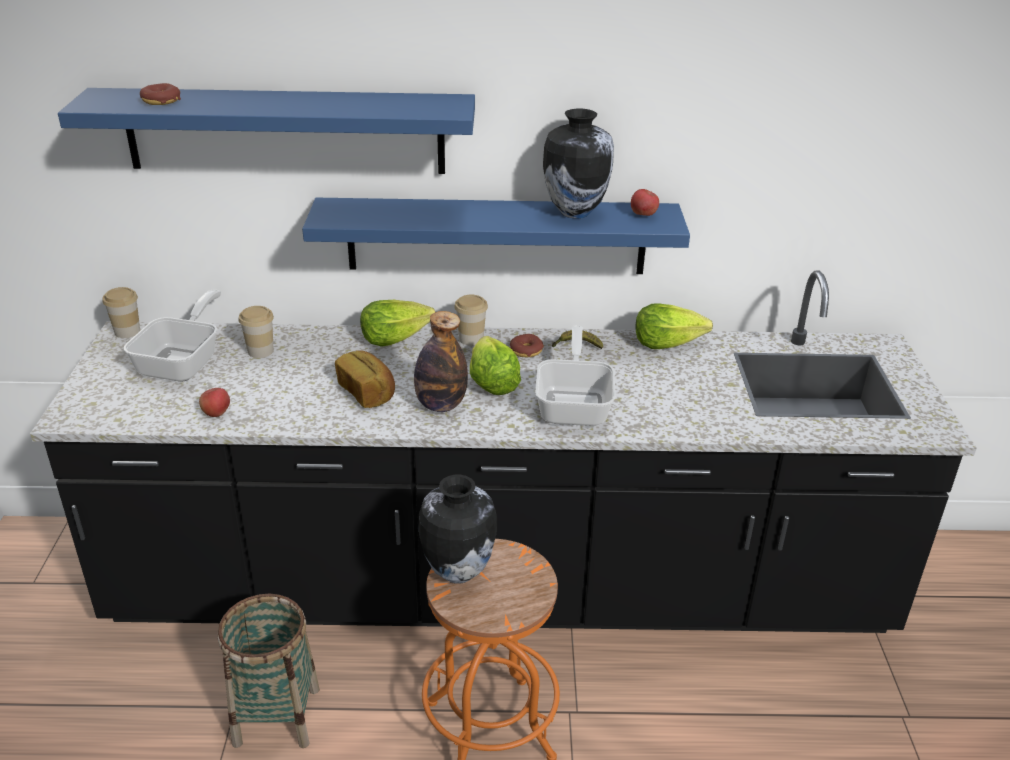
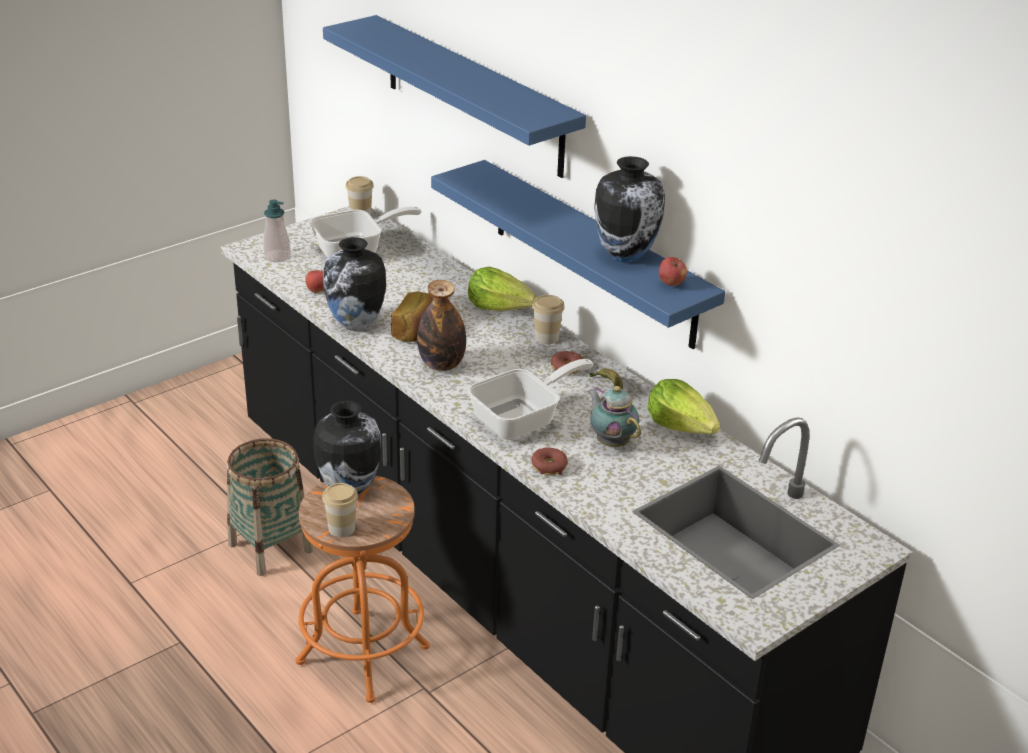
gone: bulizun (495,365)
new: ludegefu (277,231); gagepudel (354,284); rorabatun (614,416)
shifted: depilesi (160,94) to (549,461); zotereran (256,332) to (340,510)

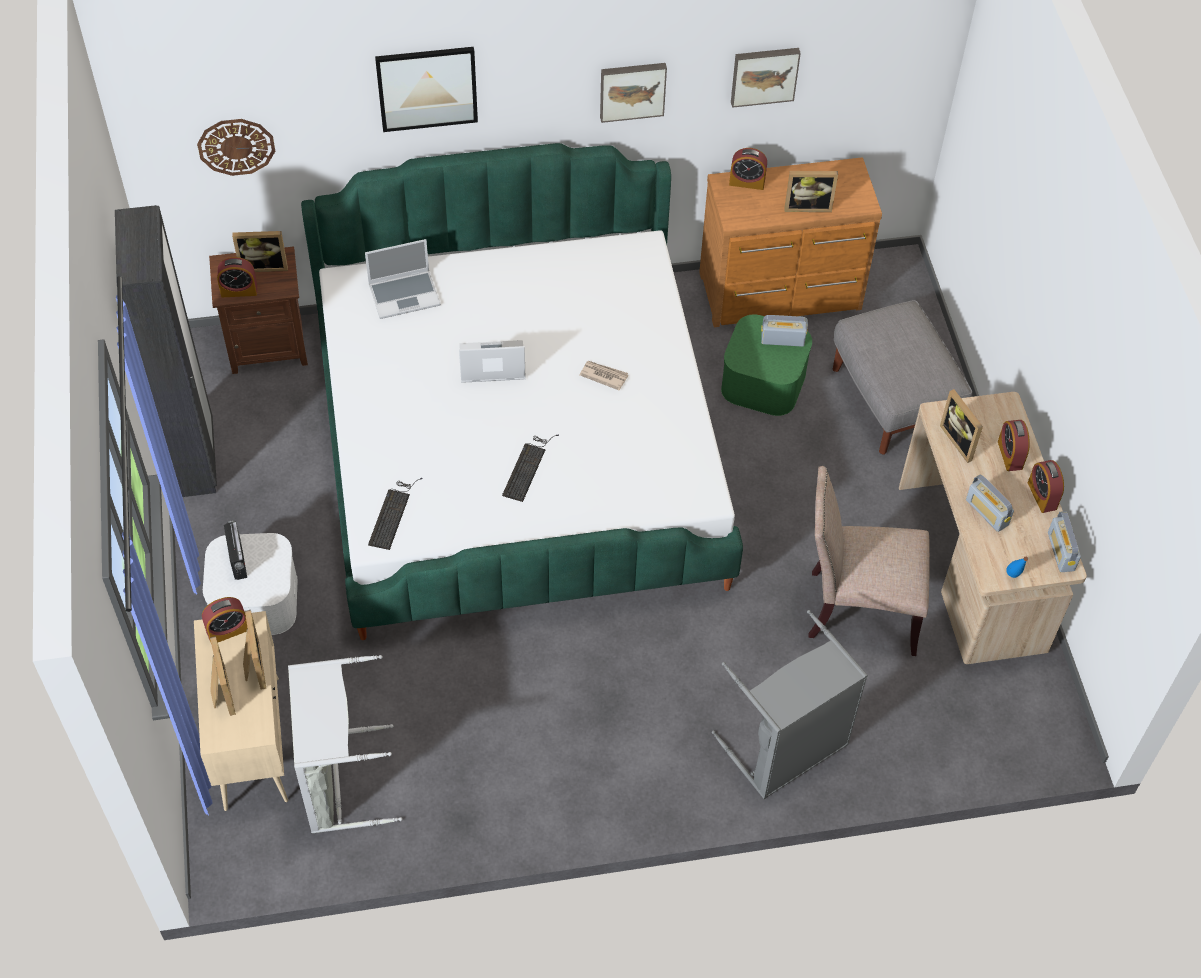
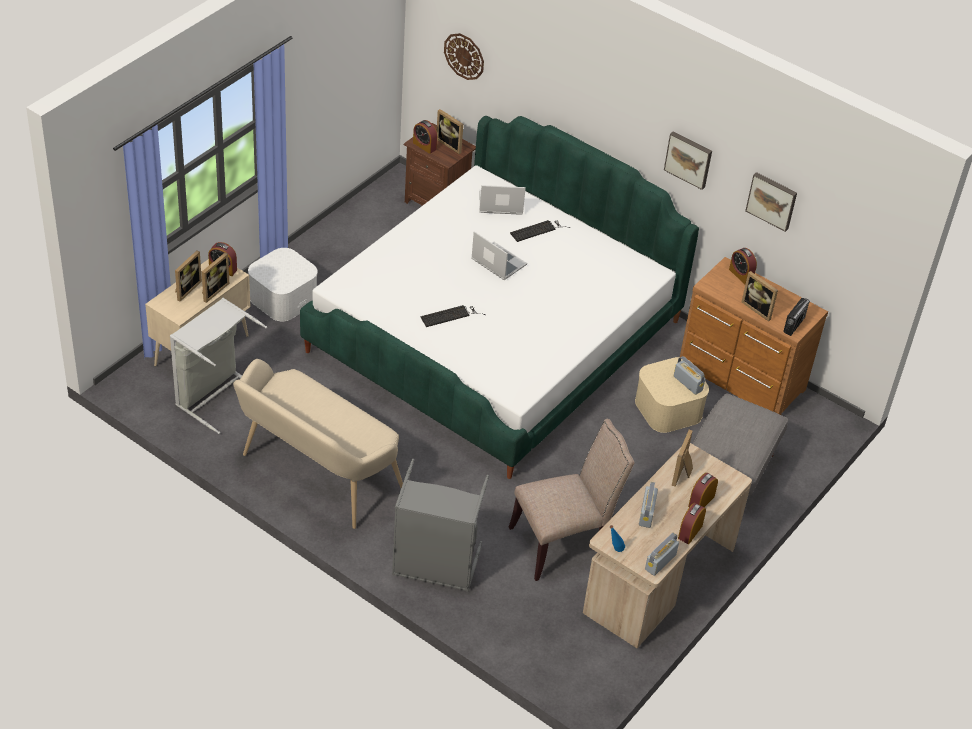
gone: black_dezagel (166,351); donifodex (426,89); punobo (603,376)
new: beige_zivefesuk (318,444)
shifted: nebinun (235,550) to (796,317); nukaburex (395,514) to (540,231)
repainted: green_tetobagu (766,365) to beige_tetobagu (672,395)
rotated: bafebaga (403,279) = (502,200) 150 degrees clockwise; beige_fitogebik (869,561) = (571,500) 105 degrees clockwise

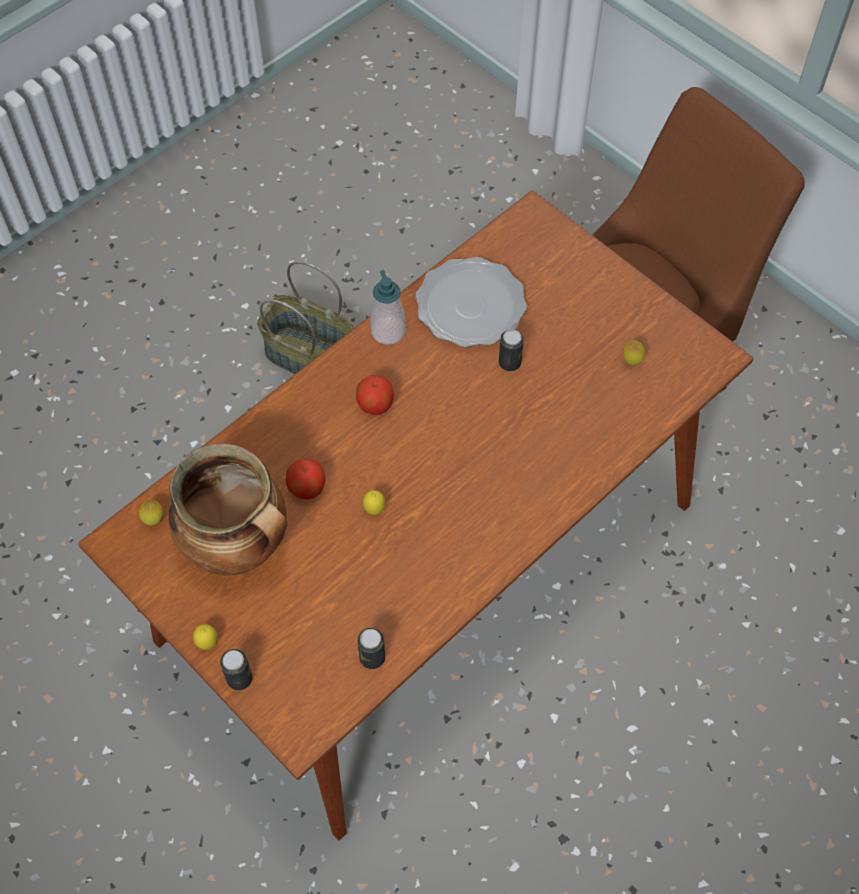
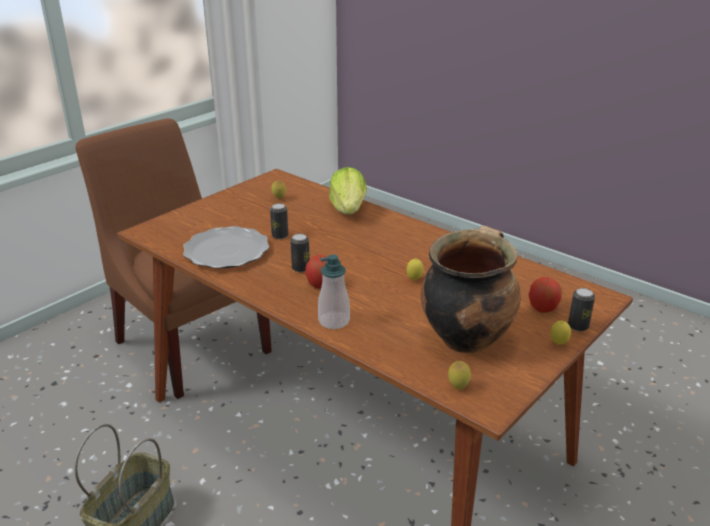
new: bulizun (348,190)
shifted: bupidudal (305,478) to (545,295); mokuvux (371,648) to (300,253); ludegefu (388,307) to (334,291)

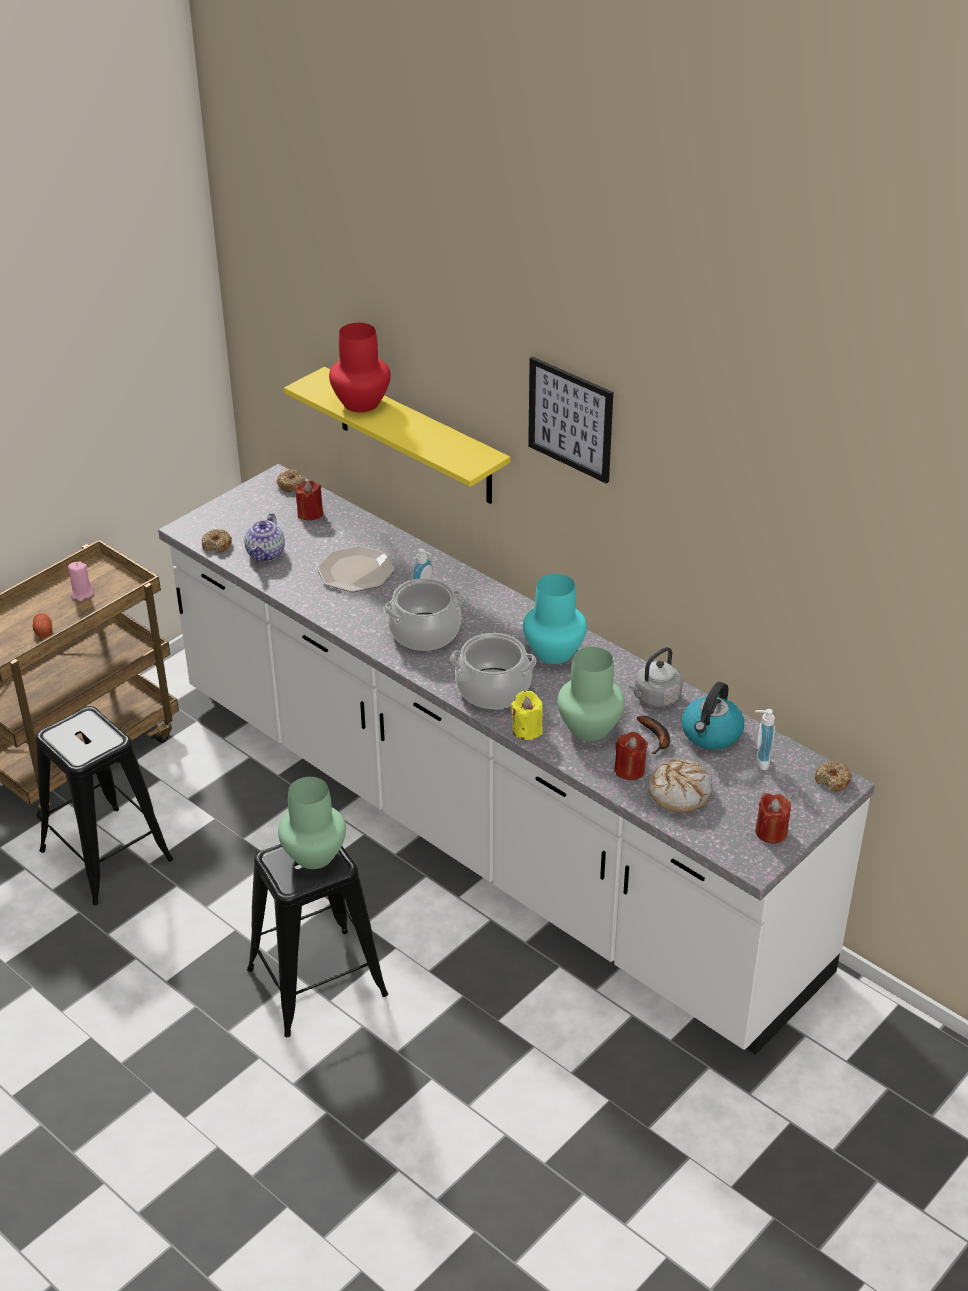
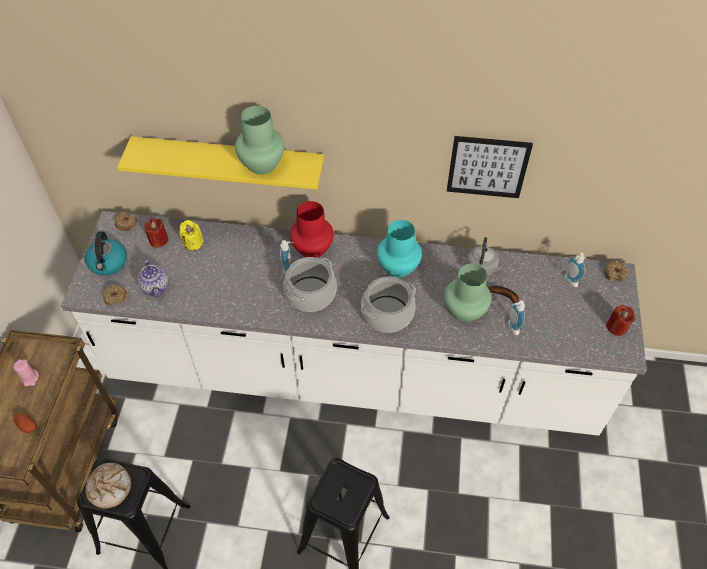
gone: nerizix (356,569)
shifted: green_gagepudel (312,823) to (259,140); red_gagepudel (360,368) to (312,229); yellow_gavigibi (527,715) to (191,235); donifodex (570,420) to (490,167); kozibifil (680,786) to (108,486); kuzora (712,716) to (106,253)
swapped: red_gavigibi (631,756) to ludegefu (516,317)

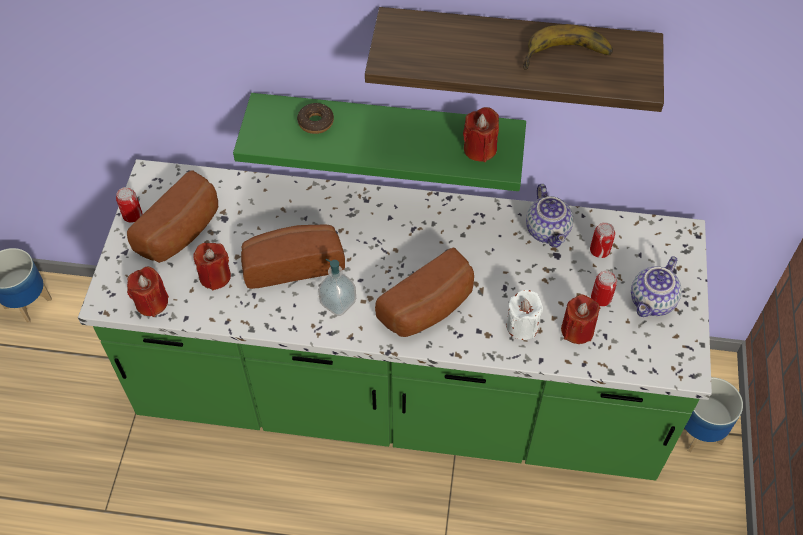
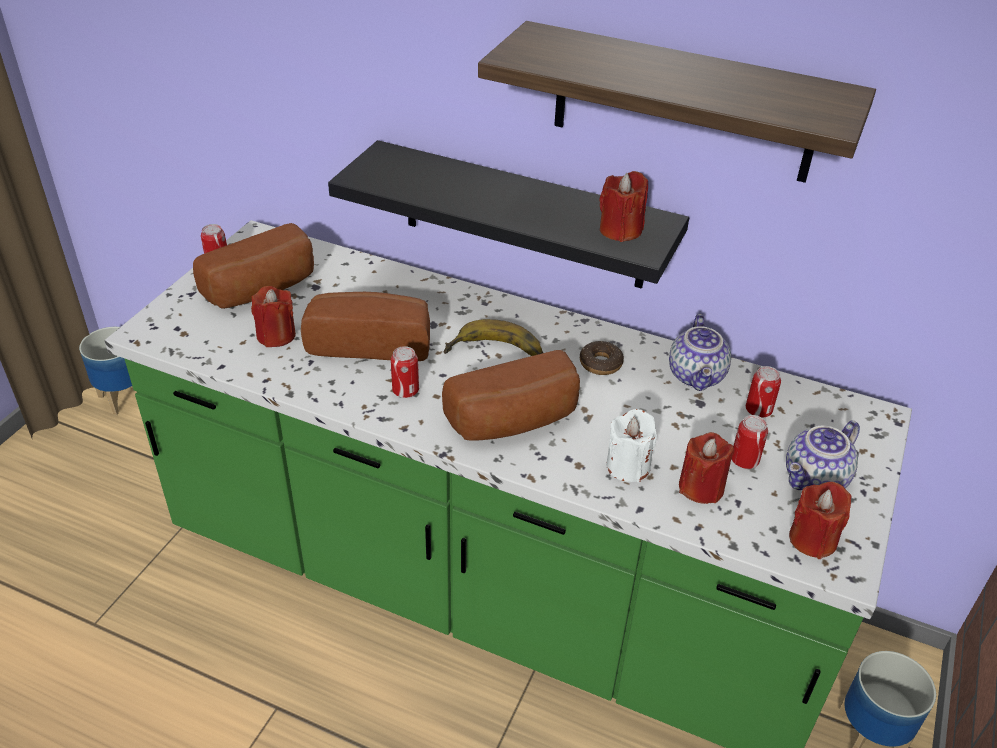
shifted: red_gavigibi (148,292) to (820,520); depilesi (315,118) to (602,358); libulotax (568,47) to (493,337)
swapped: ludegefu (337,287) to mokuvux (405,372)
repainted: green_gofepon (379,142) to black_gofepon (508,214)

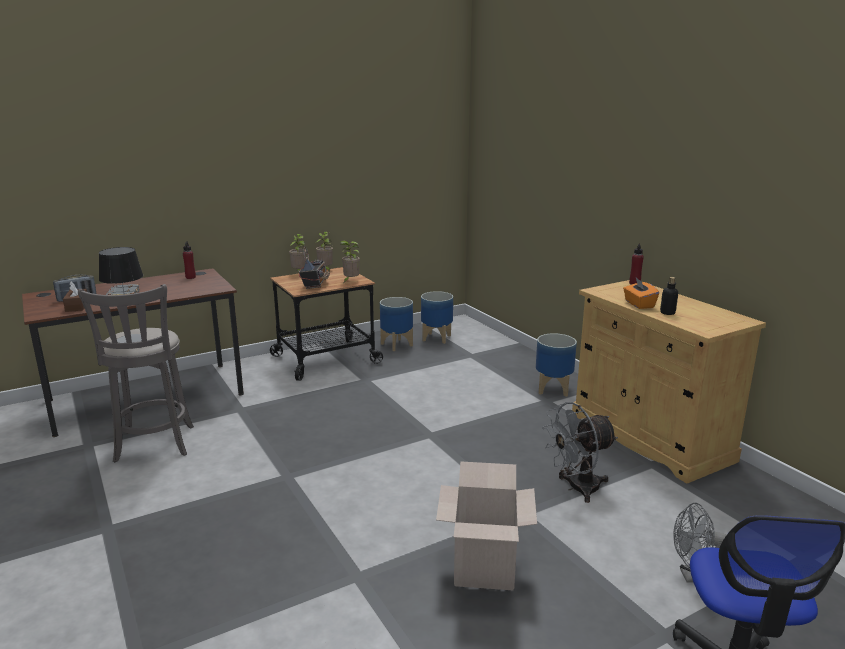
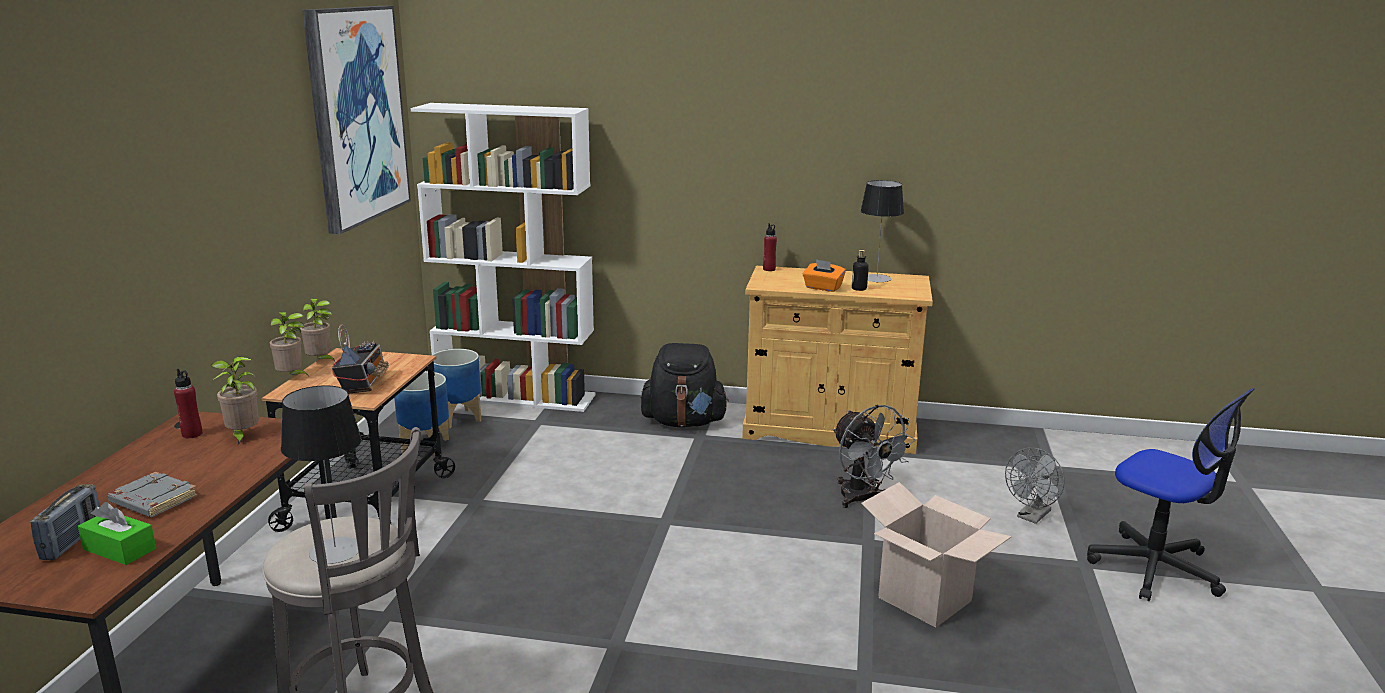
new: donifodex (356,120); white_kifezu (503,257); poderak (882,231)
shifted: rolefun (350,261) to (234,400)
swapped: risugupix (556,365) to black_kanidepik (685,385)
repainted: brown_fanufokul (75,296) to green_fanufokul (117,533)
rotated: nebinun (314,267) = (360,359) 45 degrees clockwise; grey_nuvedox (580,452) = (874,456) 45 degrees counterclockwise

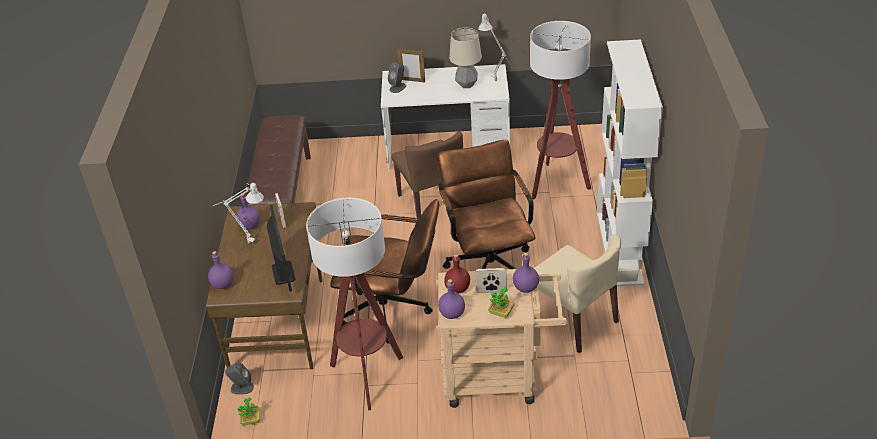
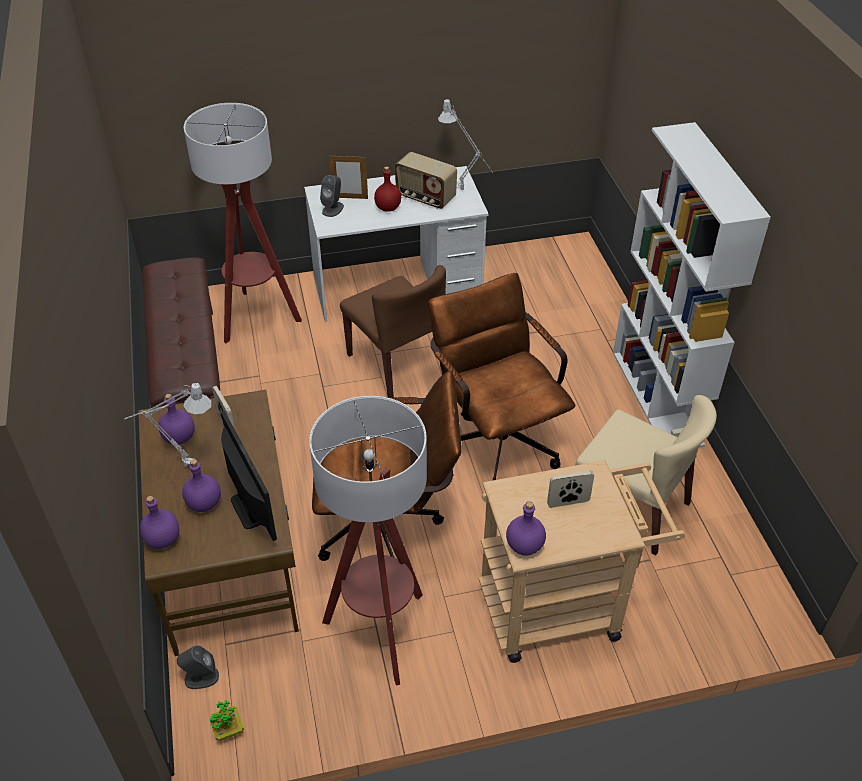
gone: rolefun (501,303)
shifted: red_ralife (457,273) to (387,189); purple_ralife (526,273) to (201,485); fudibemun (560,110) to (243,223)
swapped: poderak (465,58) to nebinun (426,180)

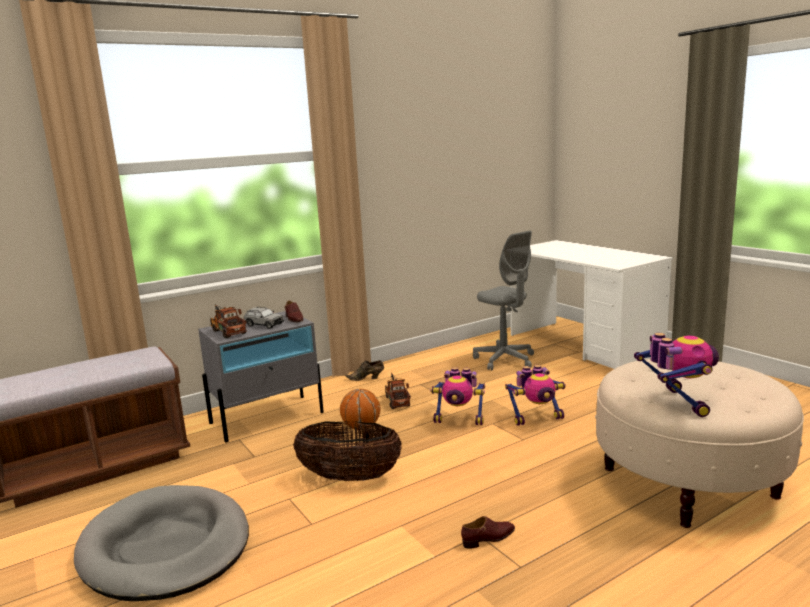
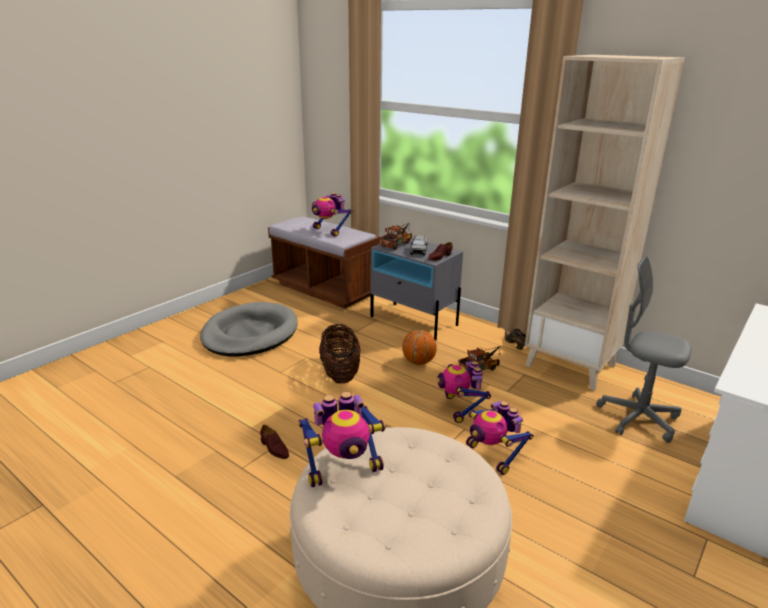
new: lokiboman (332,215); beige_kifezu (605,223)
rotated: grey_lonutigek (503,300) = (644,349) 90 degrees clockwise

